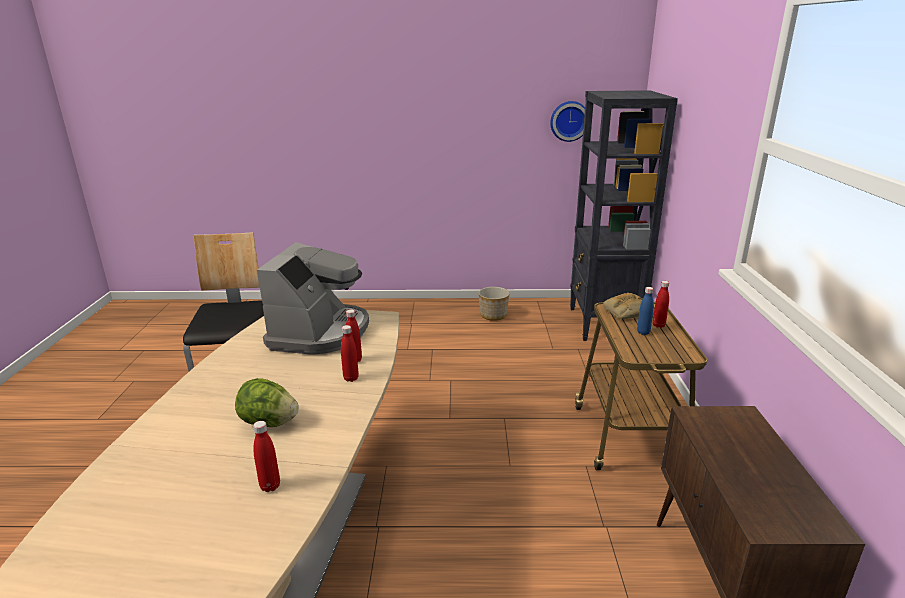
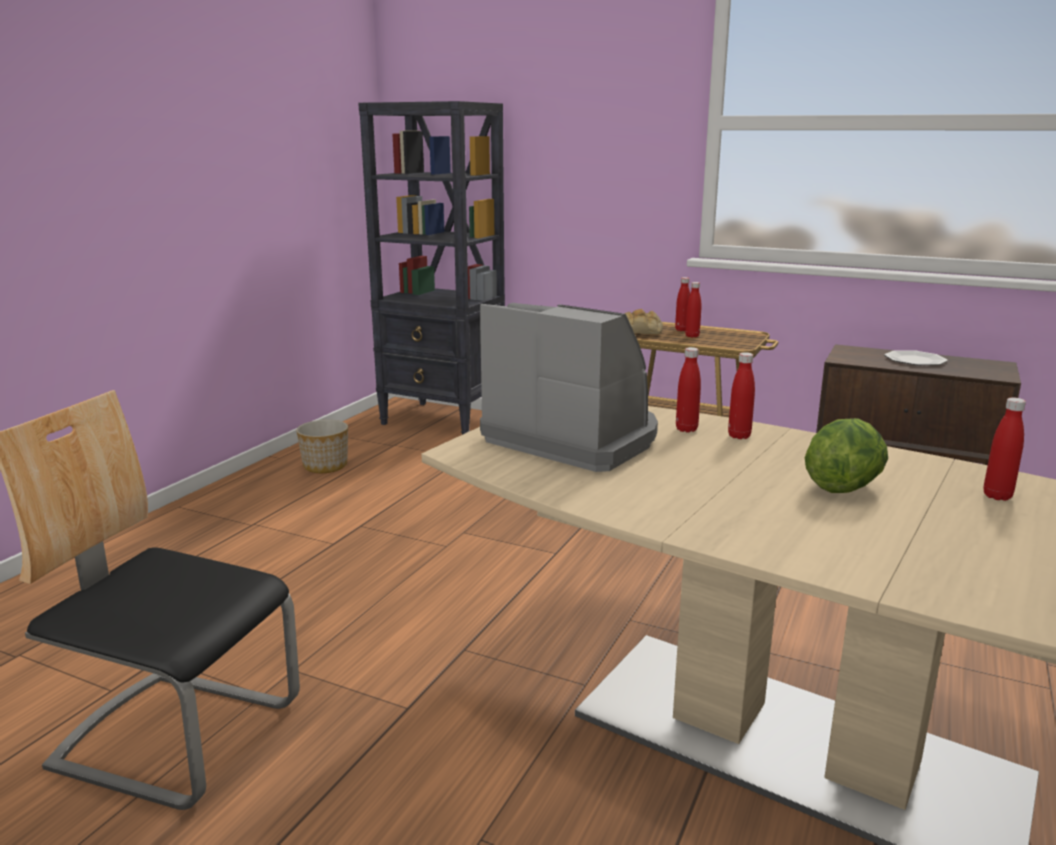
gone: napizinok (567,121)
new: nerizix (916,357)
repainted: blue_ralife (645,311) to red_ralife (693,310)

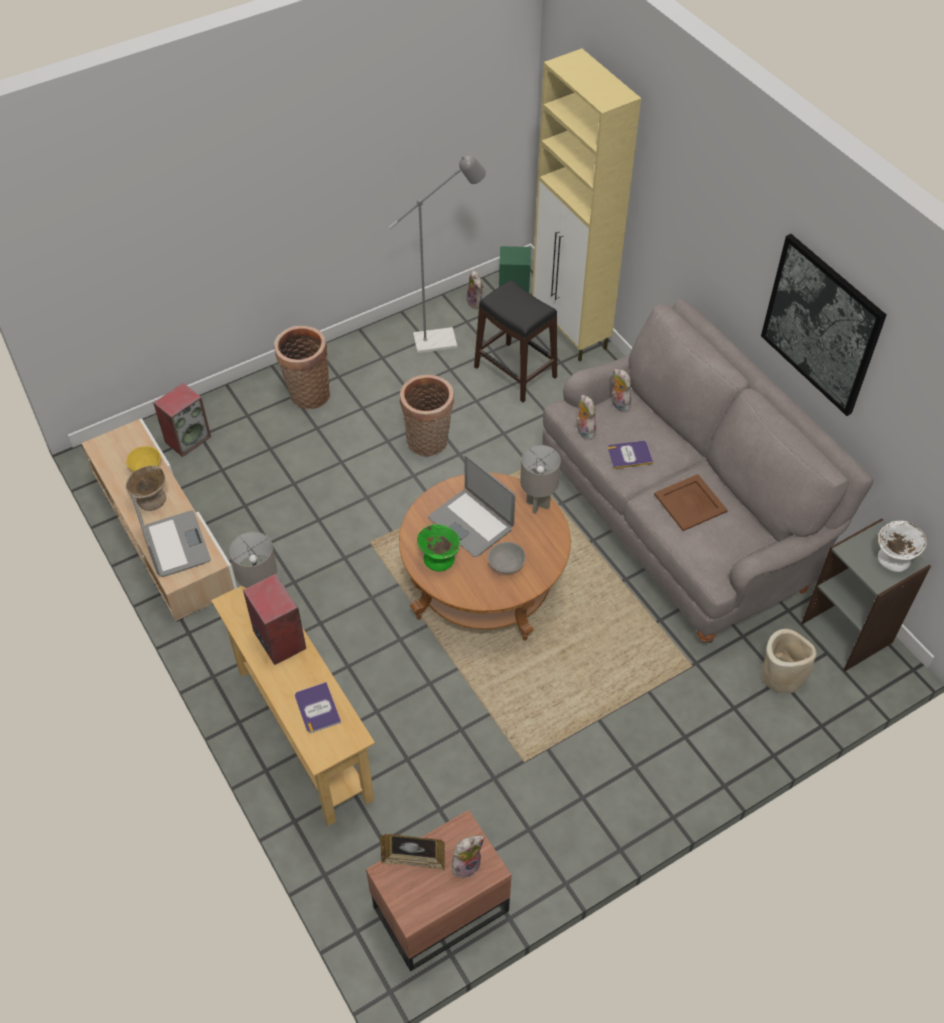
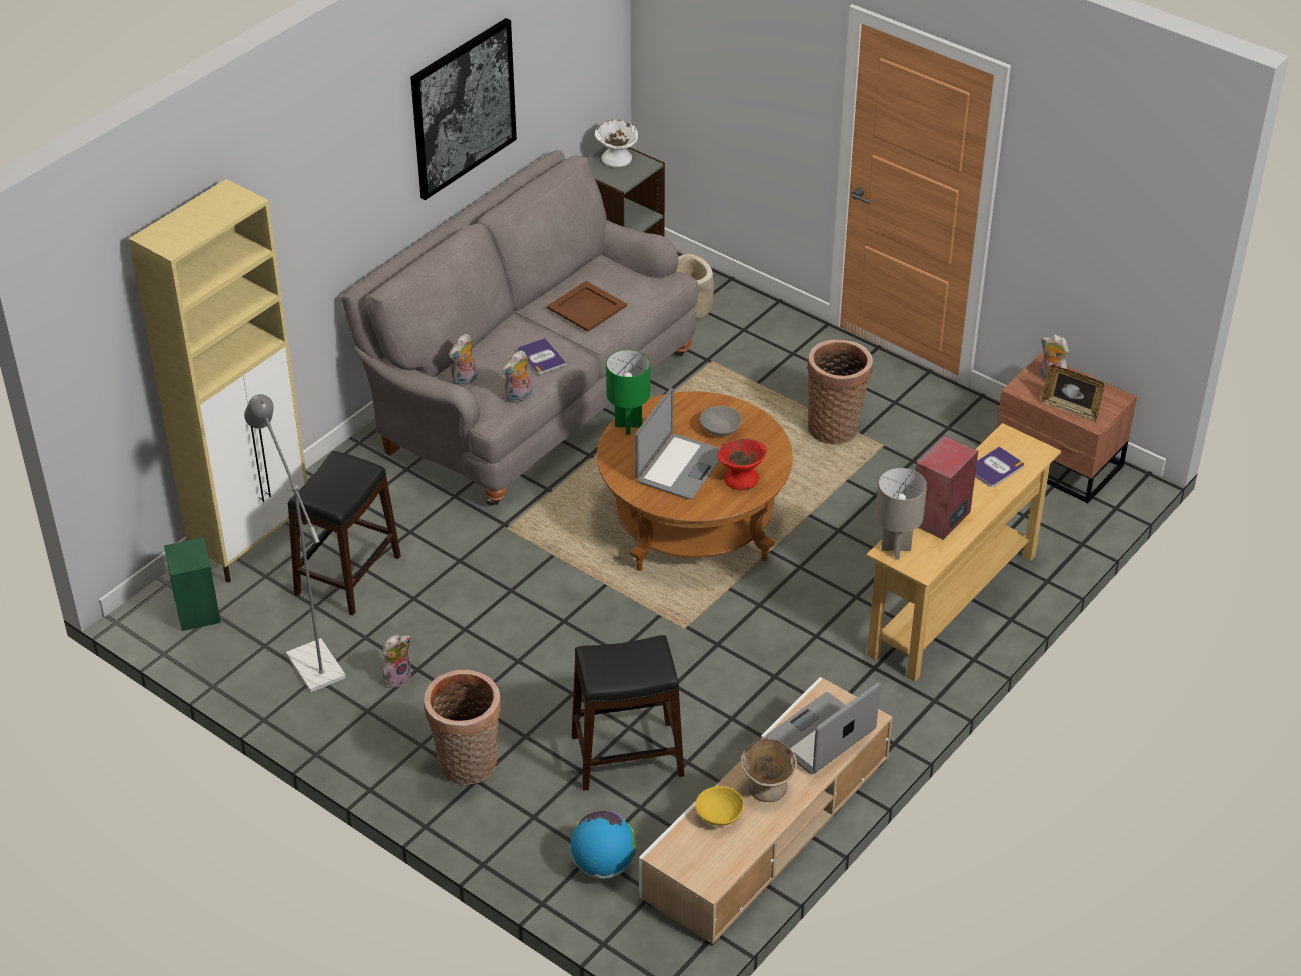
new: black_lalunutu (628,713)
shifted: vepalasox (427,415) to (840,392); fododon (475,289) to (396,662)
swapped: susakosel (182,420) to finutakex (603,845)
repainted: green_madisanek (438,547) to red_madisanek (742,464); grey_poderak (540,479) to green_poderak (628,392)
rotated: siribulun (412,852) = (1072,394) 135 degrees clockwise

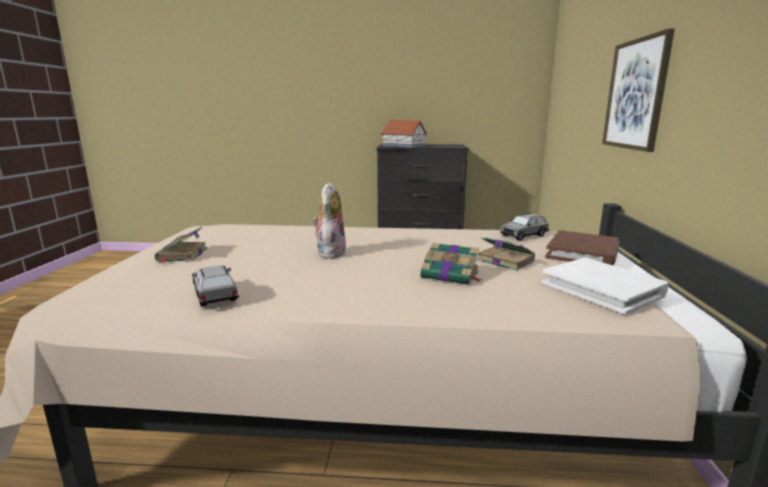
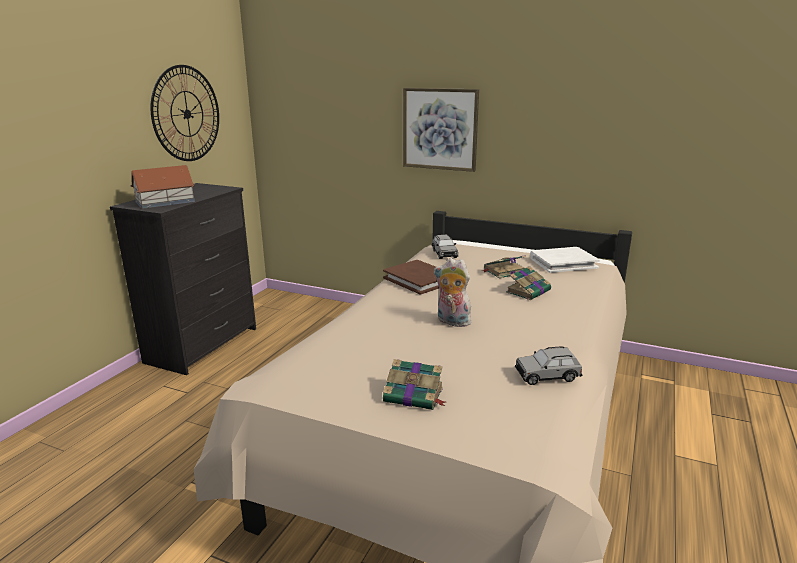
new: napizinok (184,113)
shifted: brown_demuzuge (582,247) to (411,277)

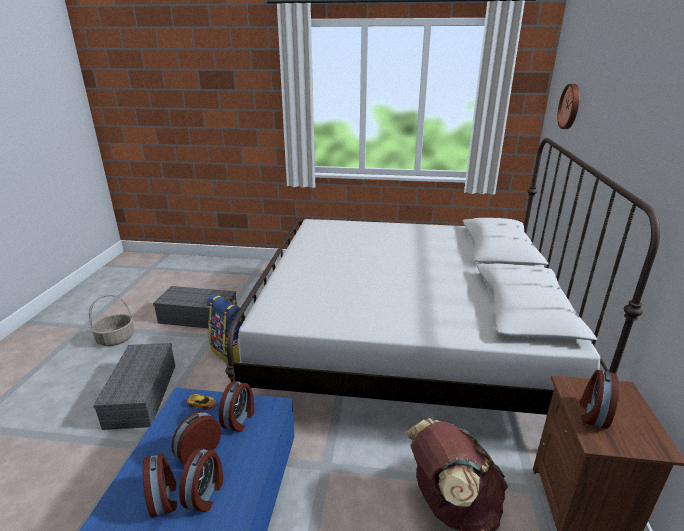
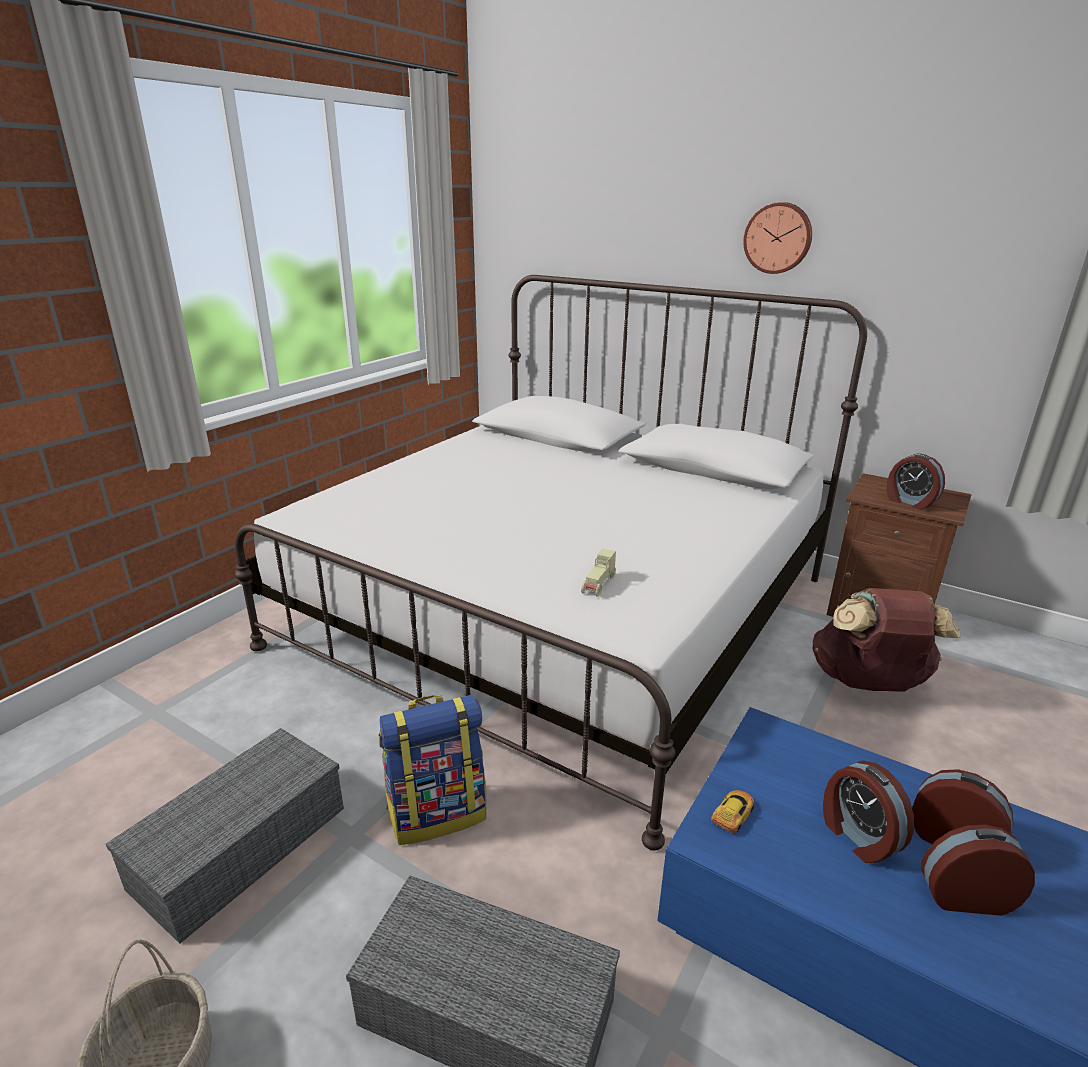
gone: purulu (236,406)
new: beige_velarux (598,572)
shifted: napizinok (568,106) to (777,238)

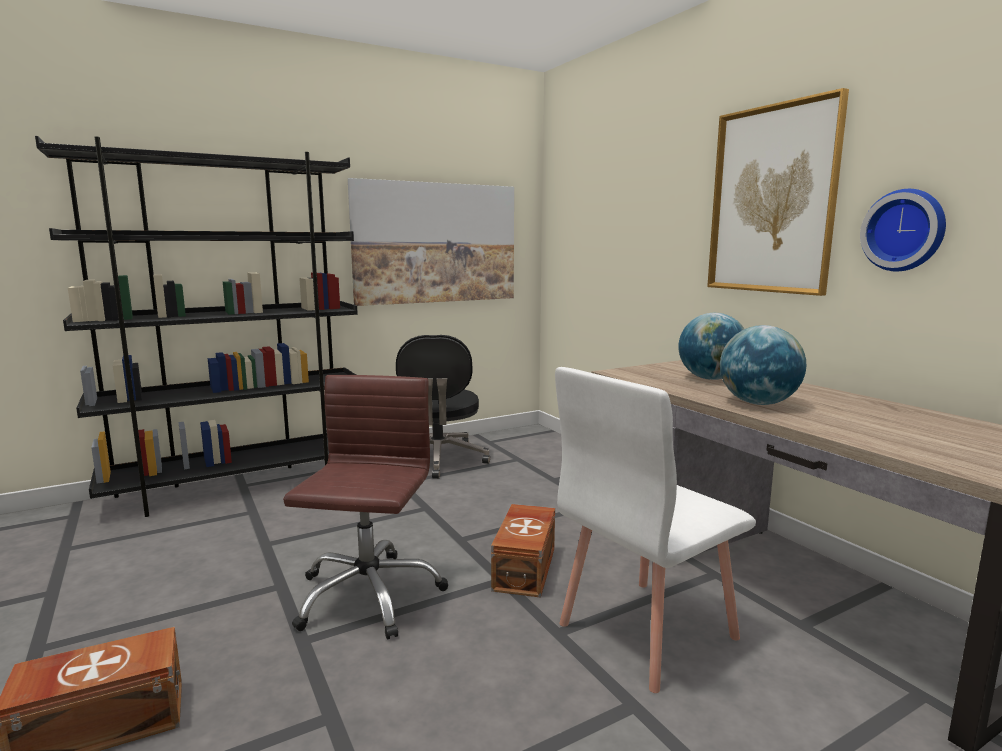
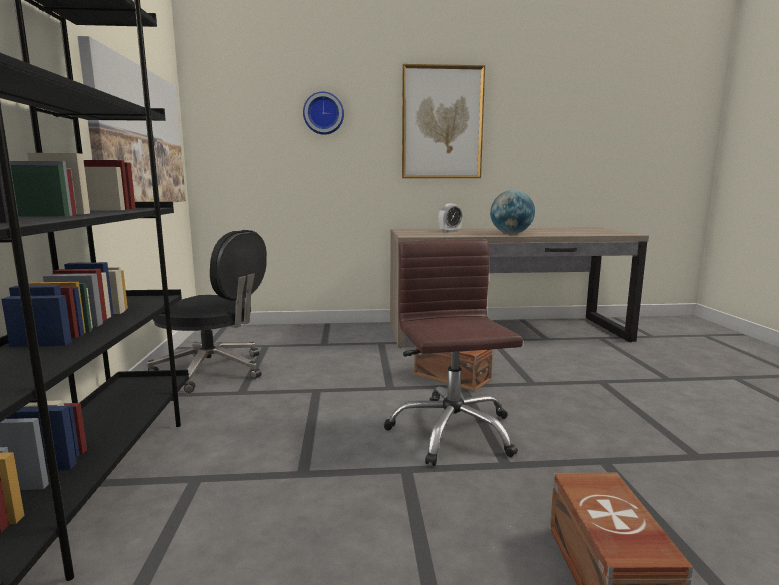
gone: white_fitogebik (655,530)
shifted: napizinok (903,230) to (323,113)
swapped: finutakex (711,346) to purulu (450,218)
rotated: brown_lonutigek (365,507) = (453,353) 45 degrees clockwise

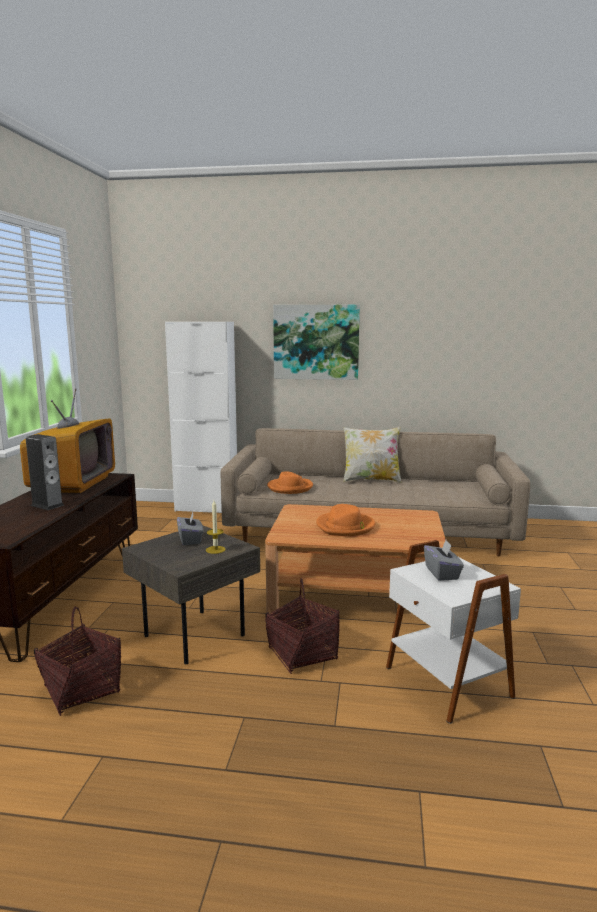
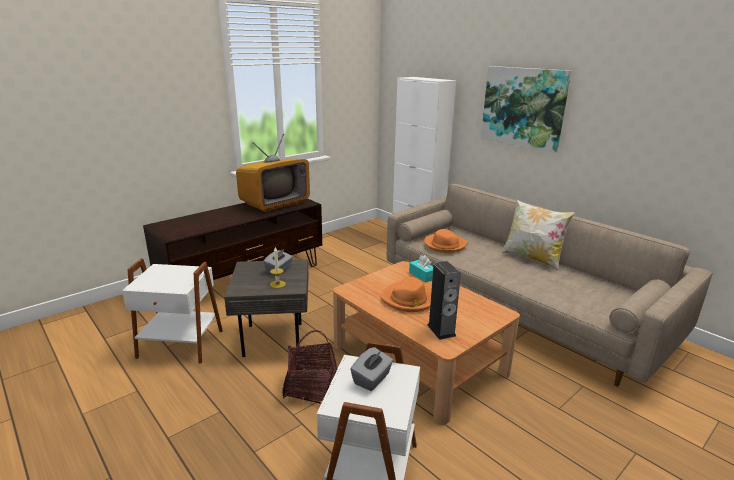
new: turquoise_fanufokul (421,269)
shifted: susakosel (45,472) to (444,300)
swapped: vepalasox (77,661) to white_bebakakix (172,310)

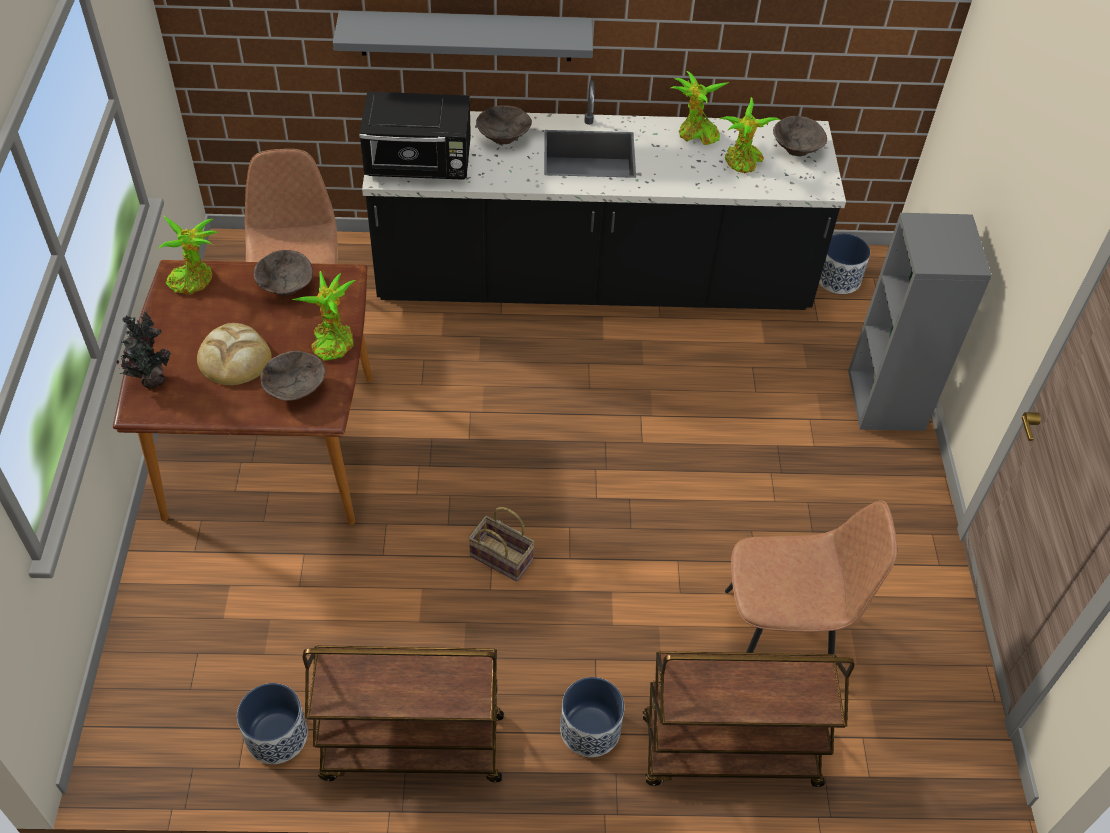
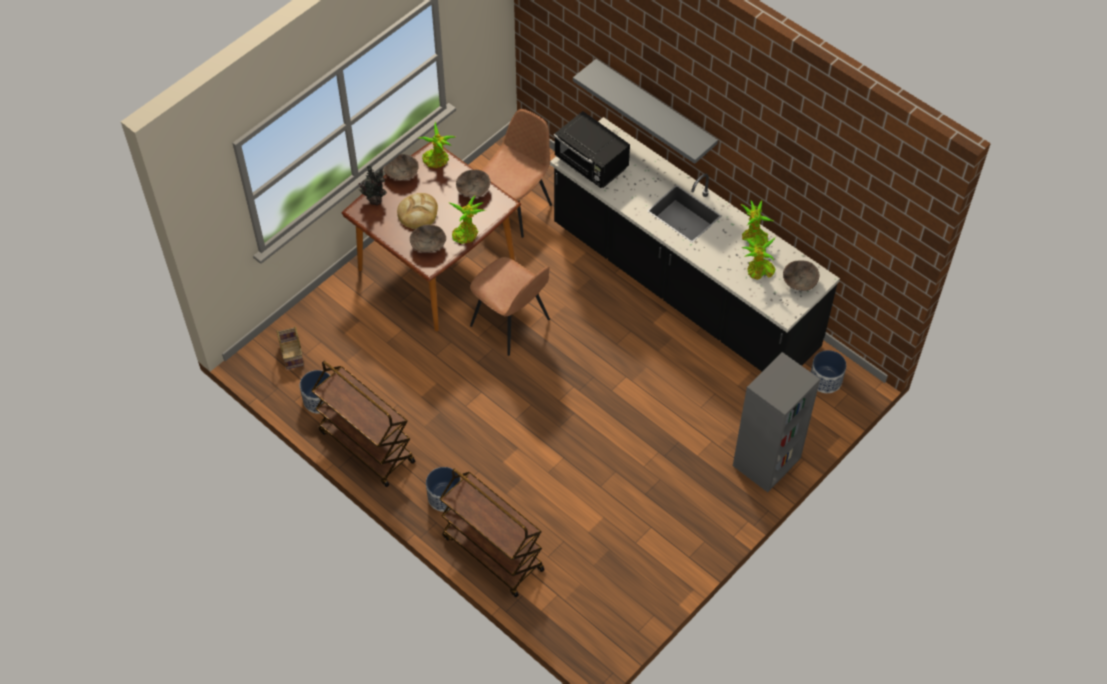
shifted: vepalasox (501,544) to (290,347); brown_madisanek (504,124) to (401,167); brown_fitogebik (811,577) to (510,306)

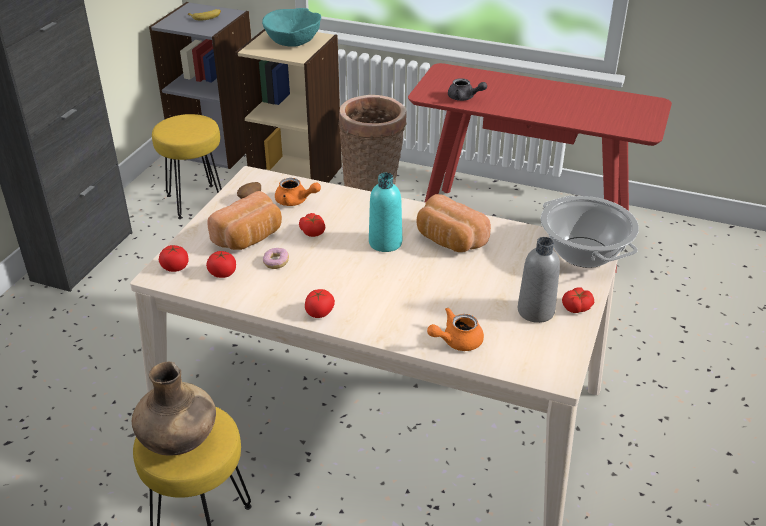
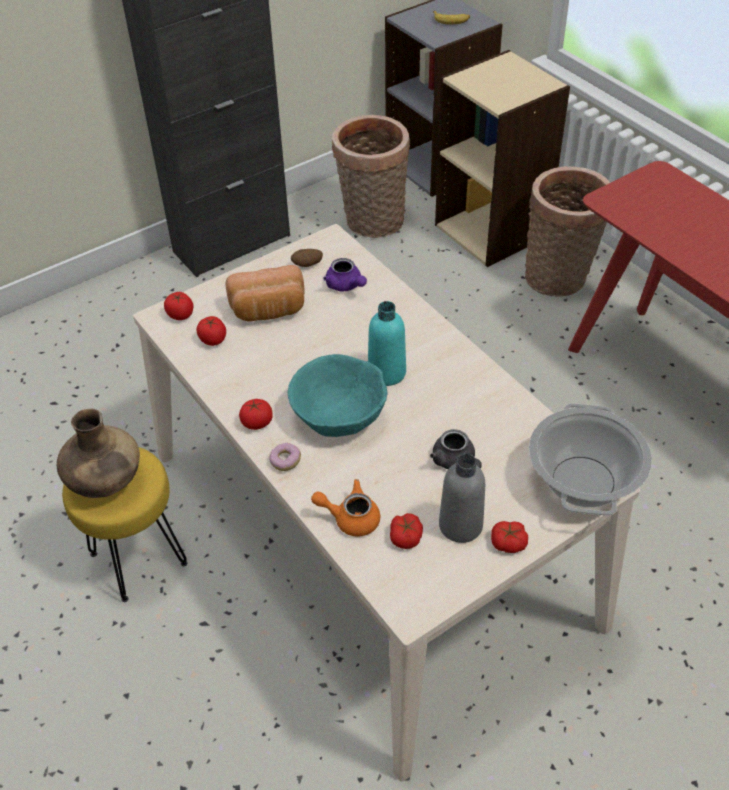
gone: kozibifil (454,223)
shifted: turquoise_madisanek (291,27) to (337,395); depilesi (276,258) to (285,457); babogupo (312,225) to (406,531); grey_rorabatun (467,89) to (456,449)
swapped: yellow_lalunutu (187,166) to vepalasox (371,176)
repainted: orange_rorabatun (298,192) to purple_rorabatun (345,274)

